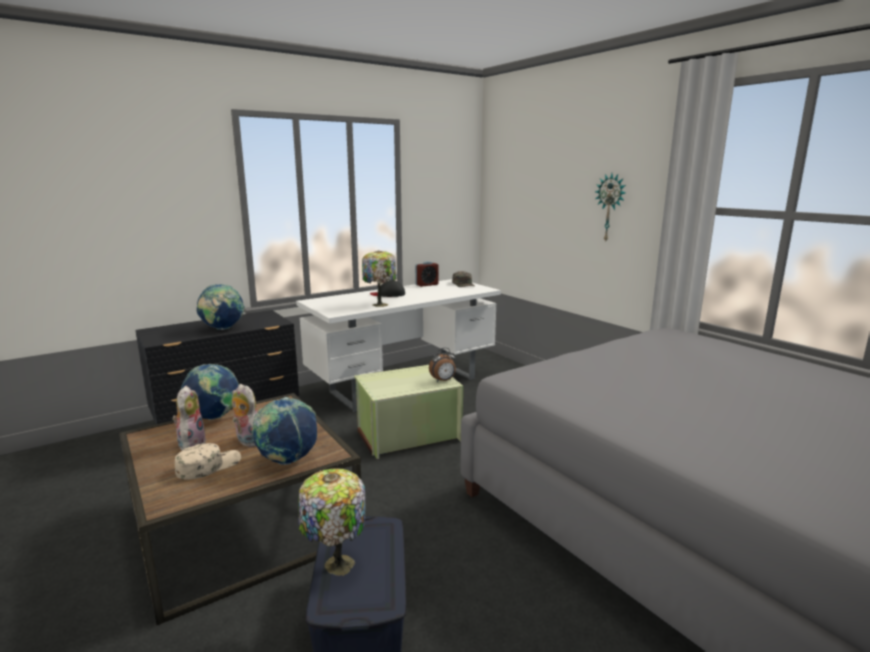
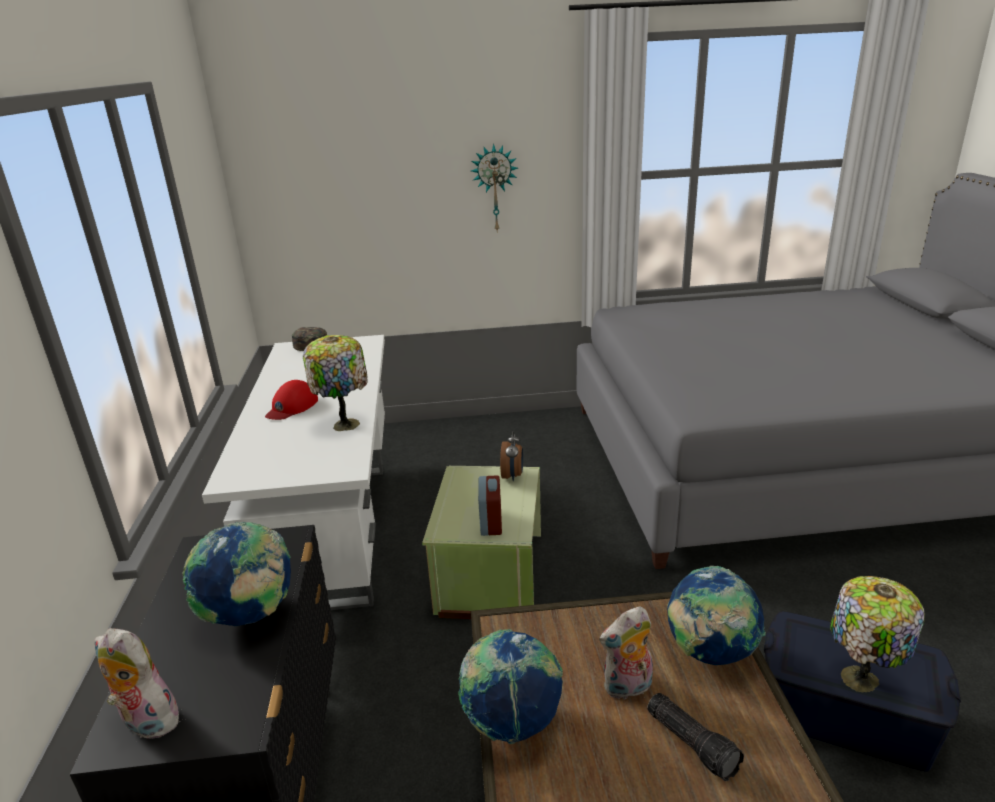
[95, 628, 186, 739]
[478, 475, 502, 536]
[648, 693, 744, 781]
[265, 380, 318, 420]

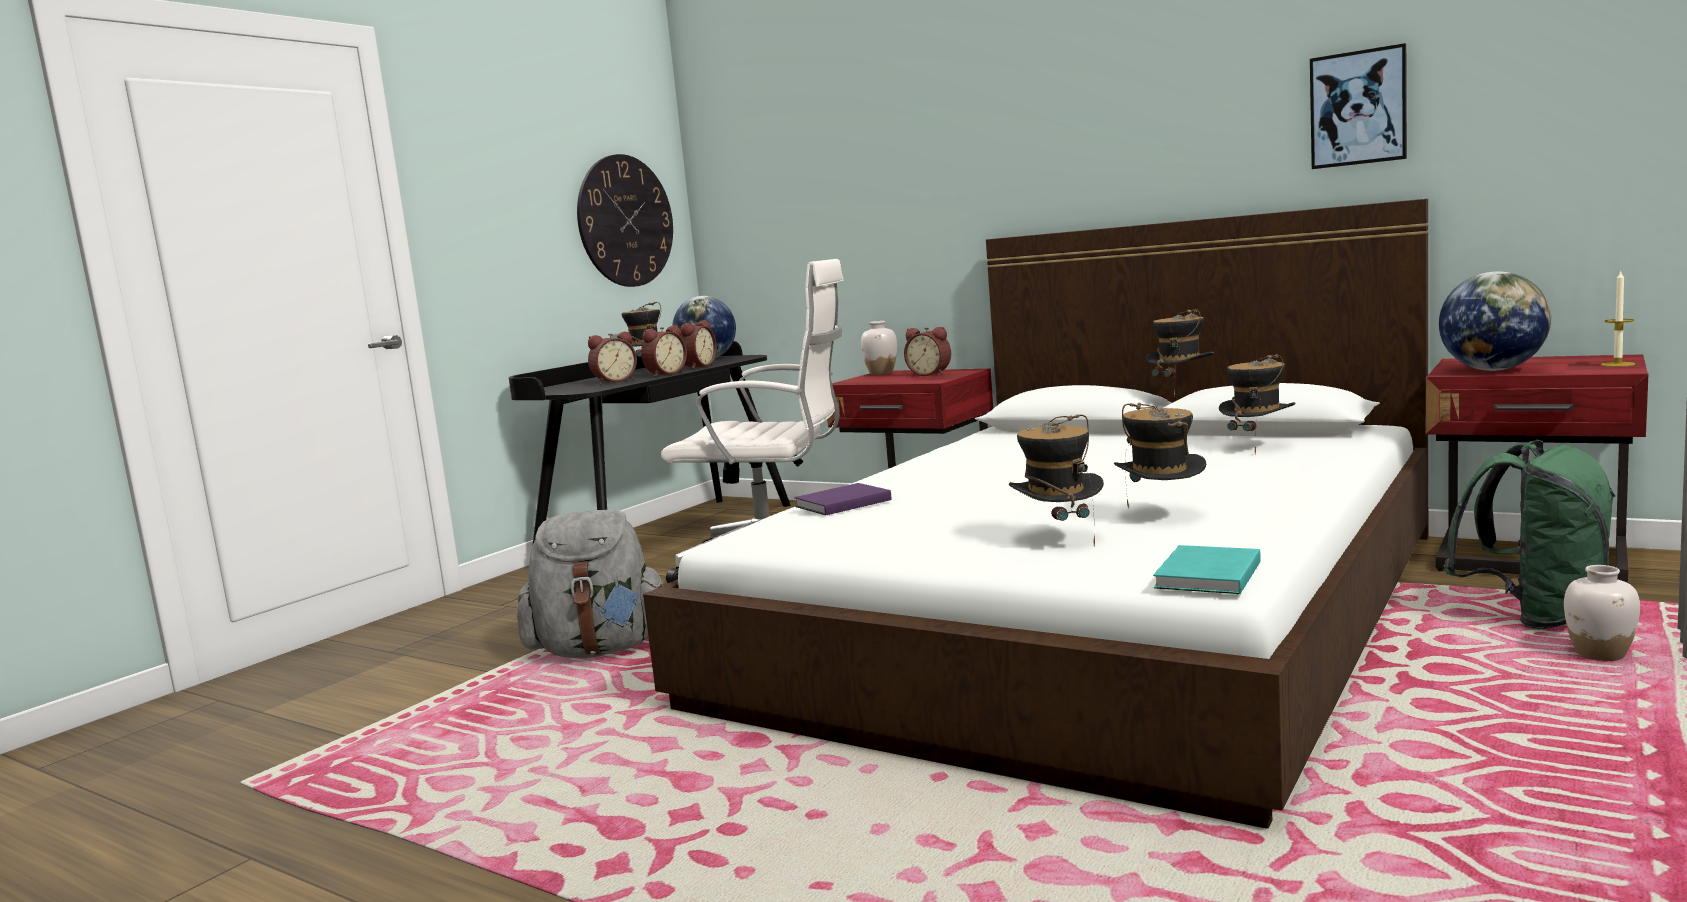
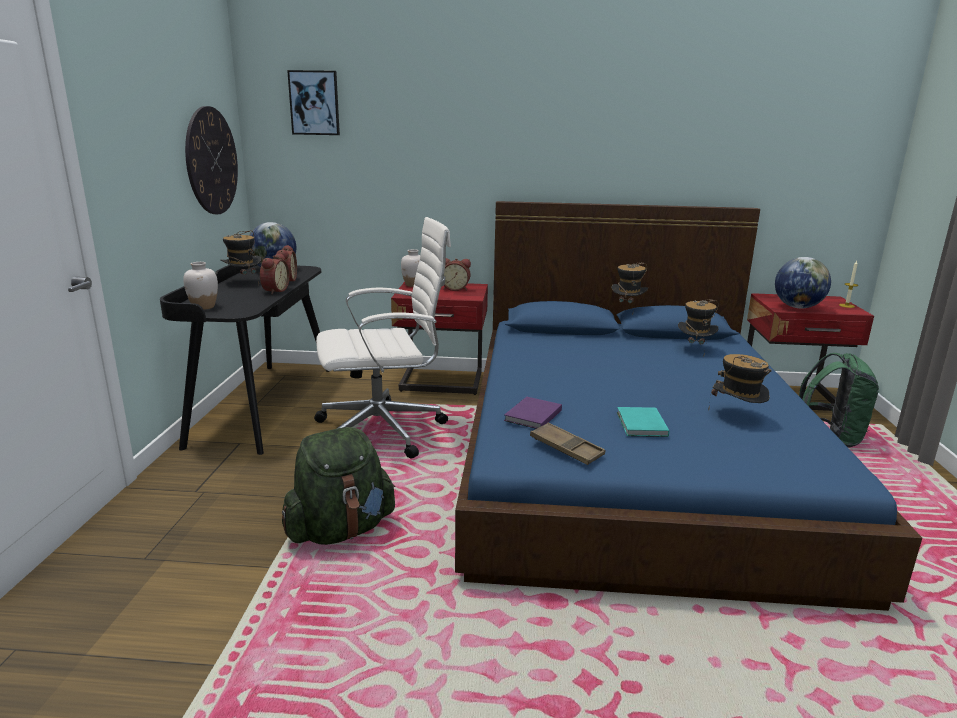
[588, 331, 637, 384] (first image)
[1009, 414, 1104, 547] (first image)
[530, 422, 605, 465]
[617, 407, 669, 437]
[287, 70, 340, 135]
[183, 262, 218, 310]
[282, 427, 395, 545]
[455, 201, 922, 611]

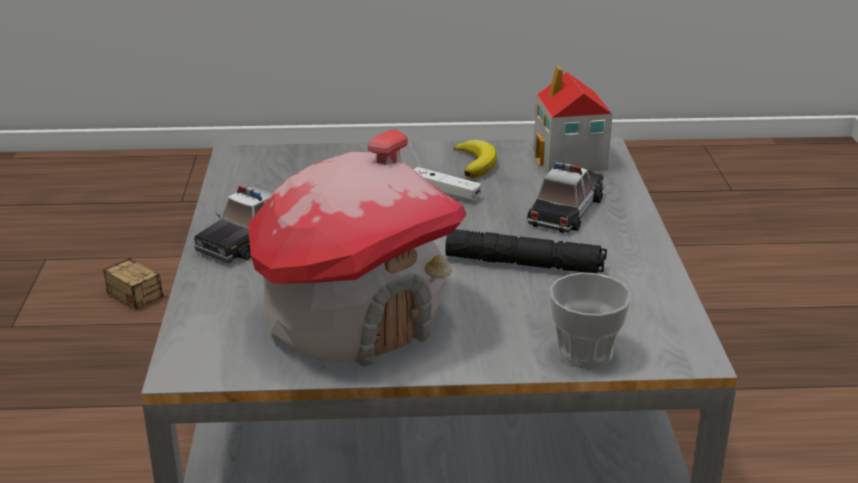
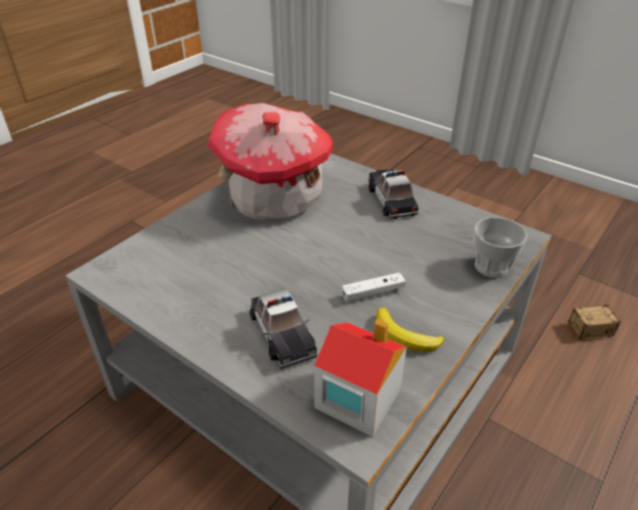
[445, 229, 607, 273] (first image)
[474, 217, 527, 278]

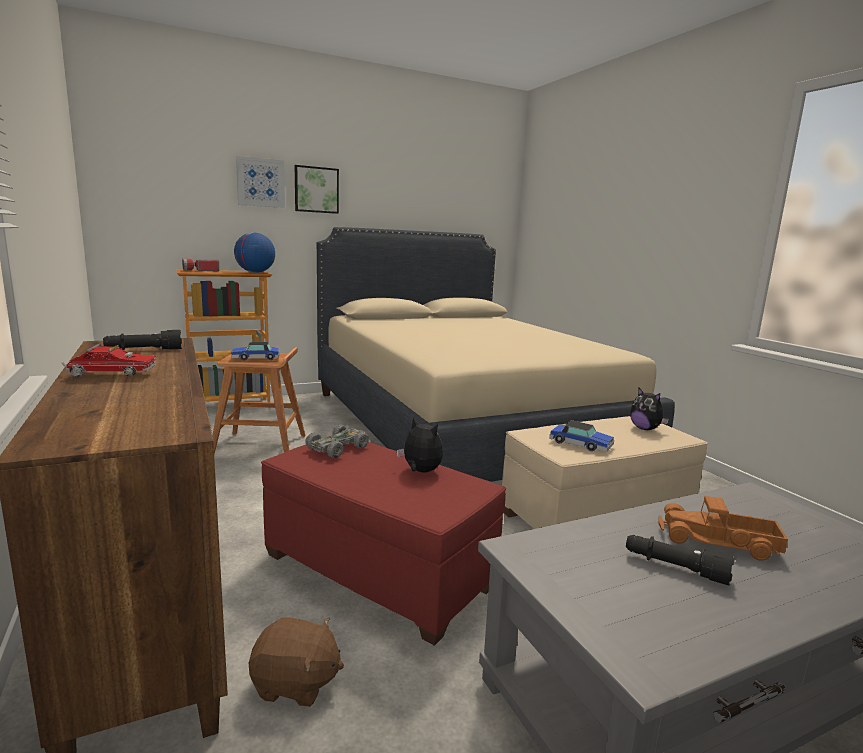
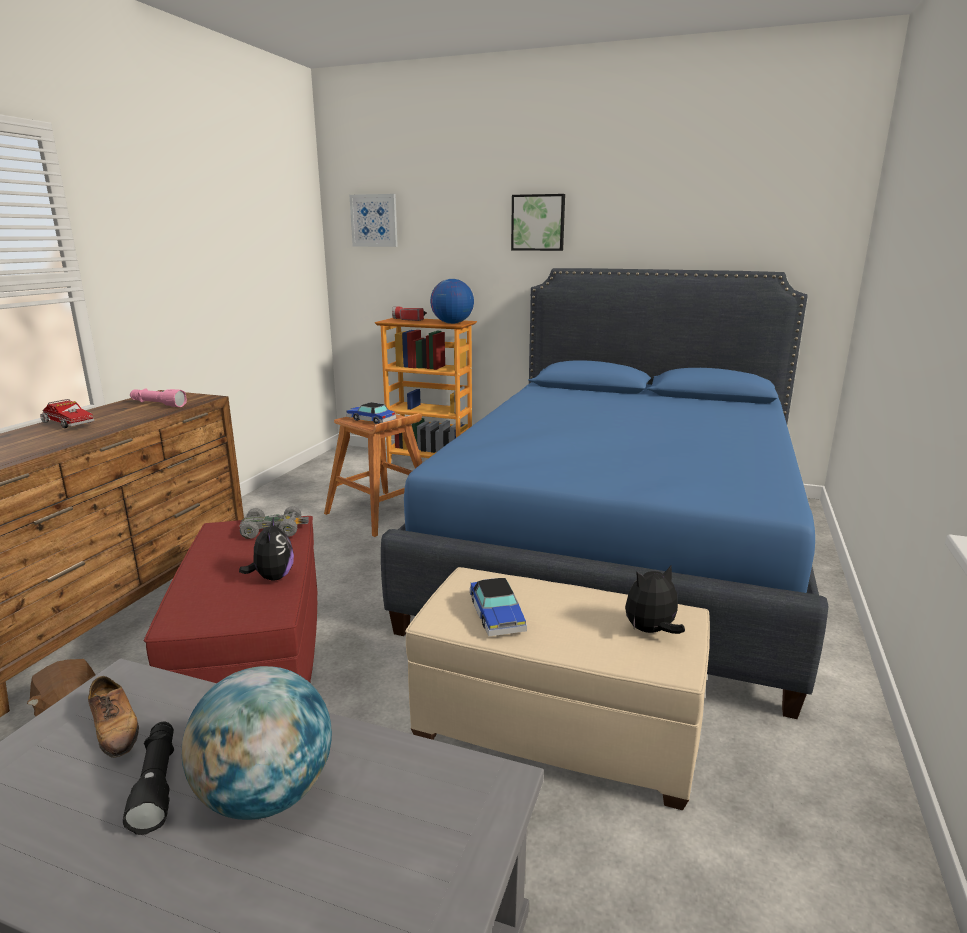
[88, 676, 139, 758]
[349, 194, 398, 247]
[181, 666, 332, 820]
[130, 388, 187, 407]
[381, 268, 829, 719]
[625, 566, 685, 634]

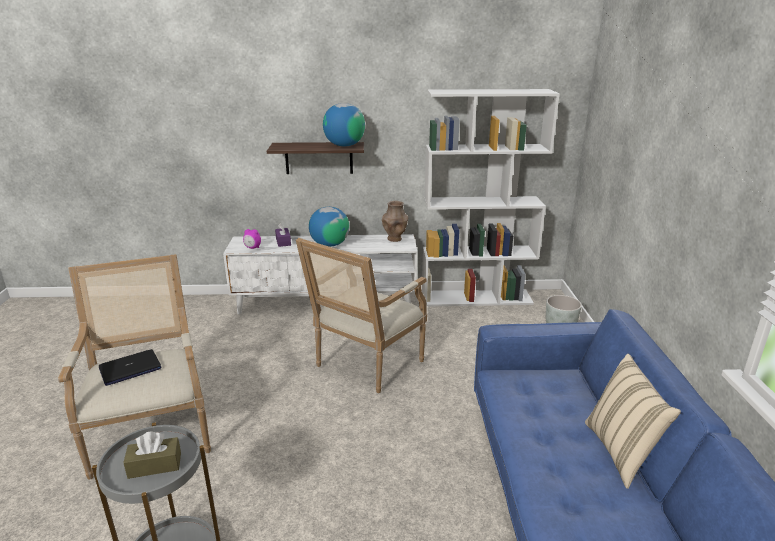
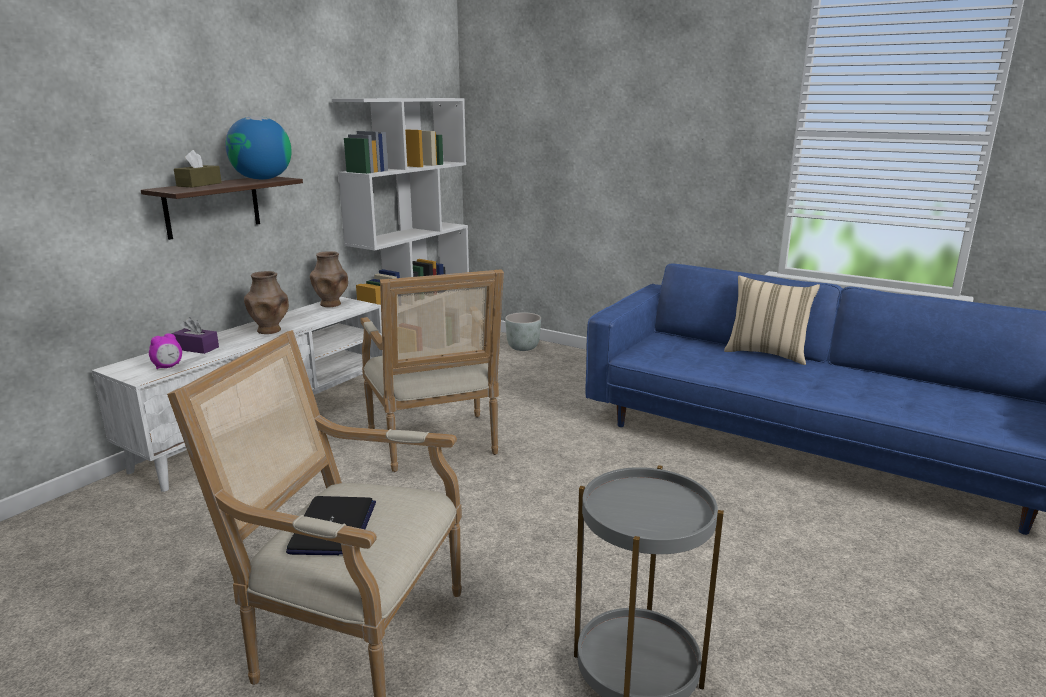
[174, 150, 222, 187]
[244, 271, 289, 334]

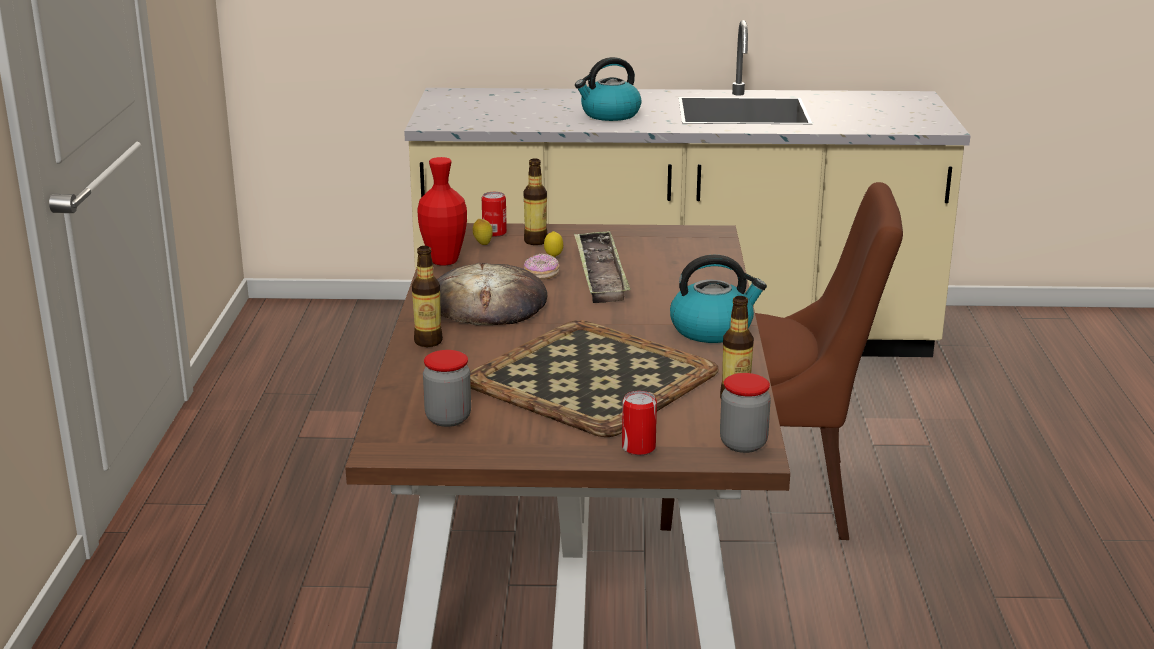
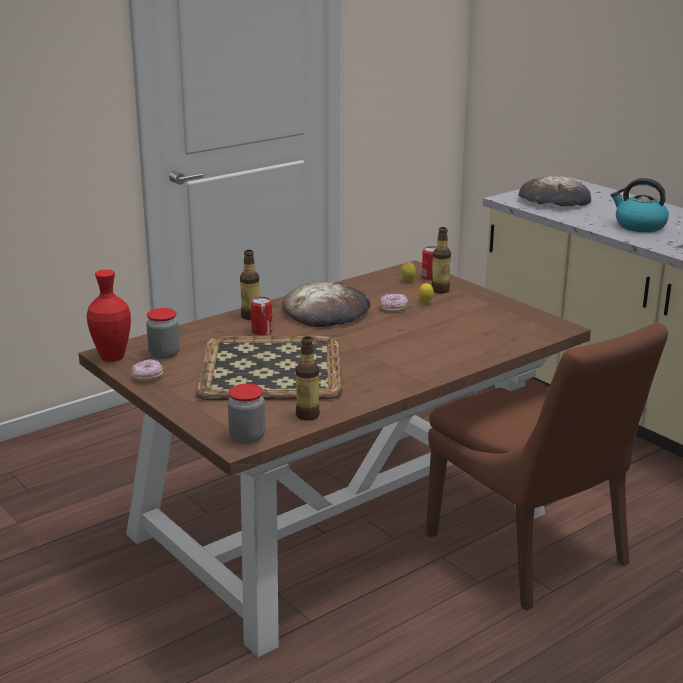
[574, 231, 631, 303] (first image)
[670, 255, 767, 343] (first image)
[132, 359, 163, 381]
[519, 176, 591, 206]
[87, 269, 131, 362]
[251, 297, 273, 336]

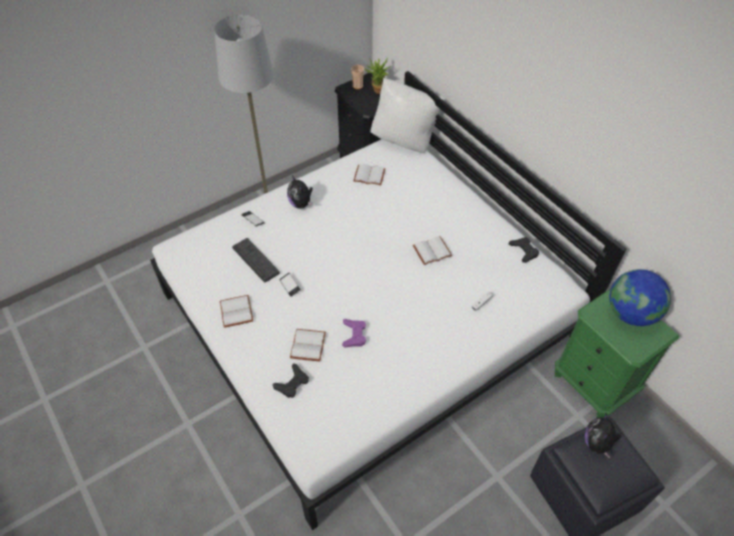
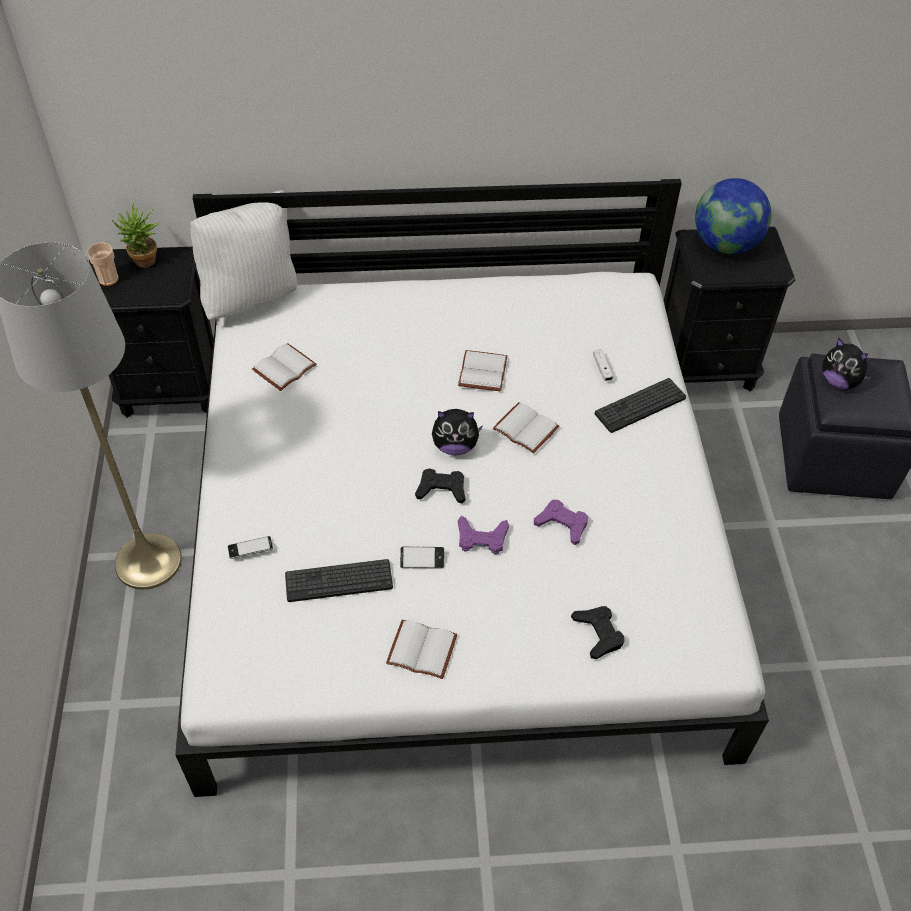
[458, 516, 509, 555]
[595, 378, 686, 433]
[432, 409, 483, 455]
[493, 402, 559, 454]
[415, 468, 465, 503]
[664, 227, 796, 391]

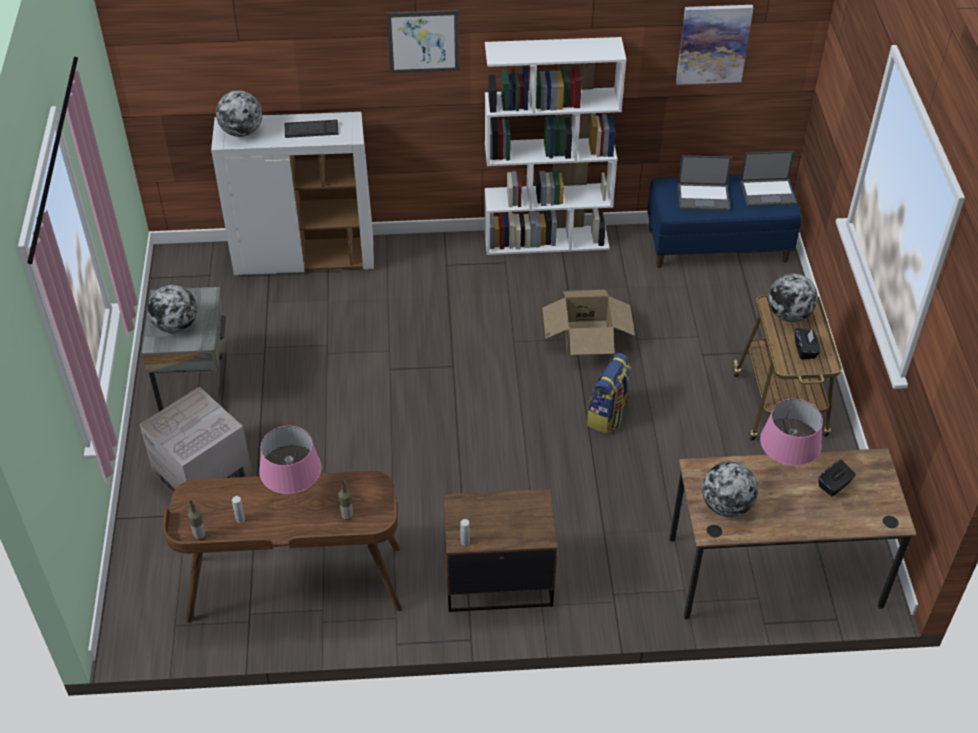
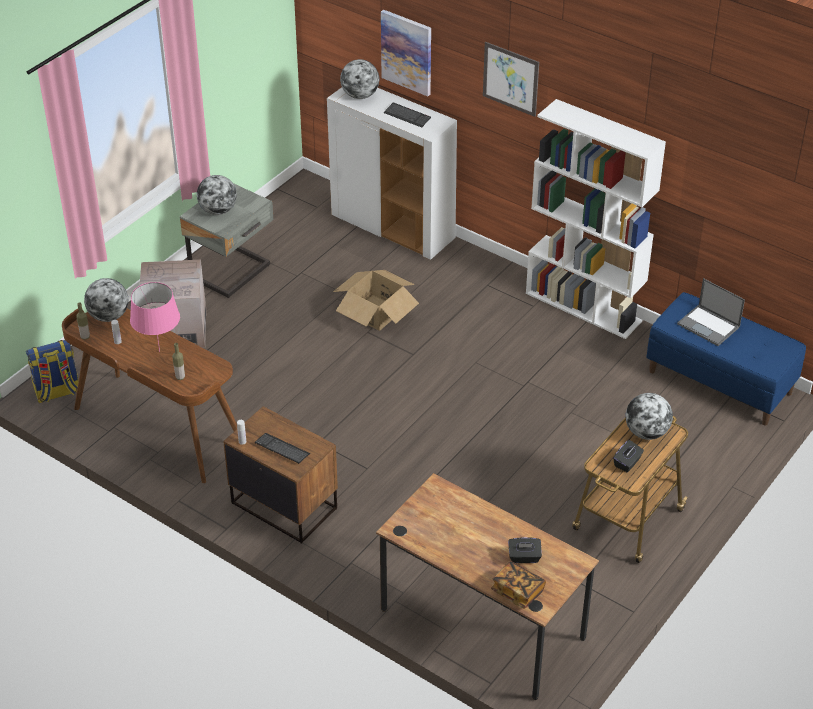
[740, 151, 797, 207] (first image)
[760, 399, 823, 476] (first image)
[255, 433, 310, 464]
[491, 561, 546, 609]
[333, 270, 419, 331]
[26, 340, 79, 403]
[381, 10, 431, 96]
[84, 278, 128, 322]

